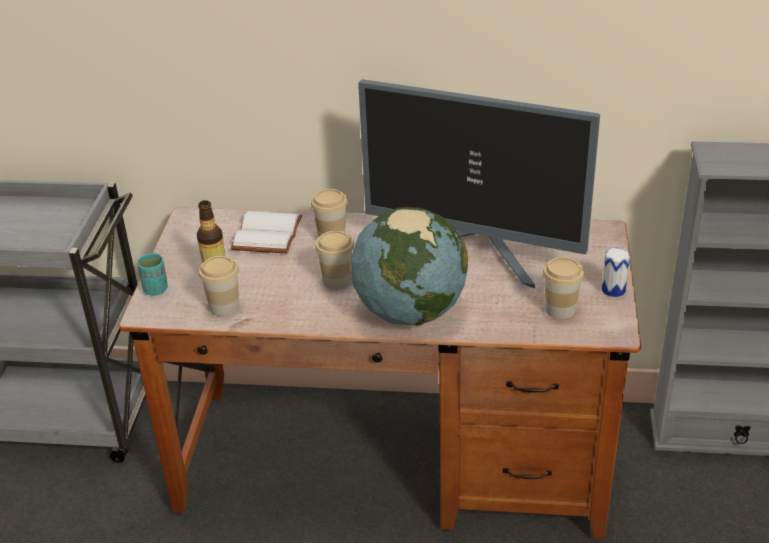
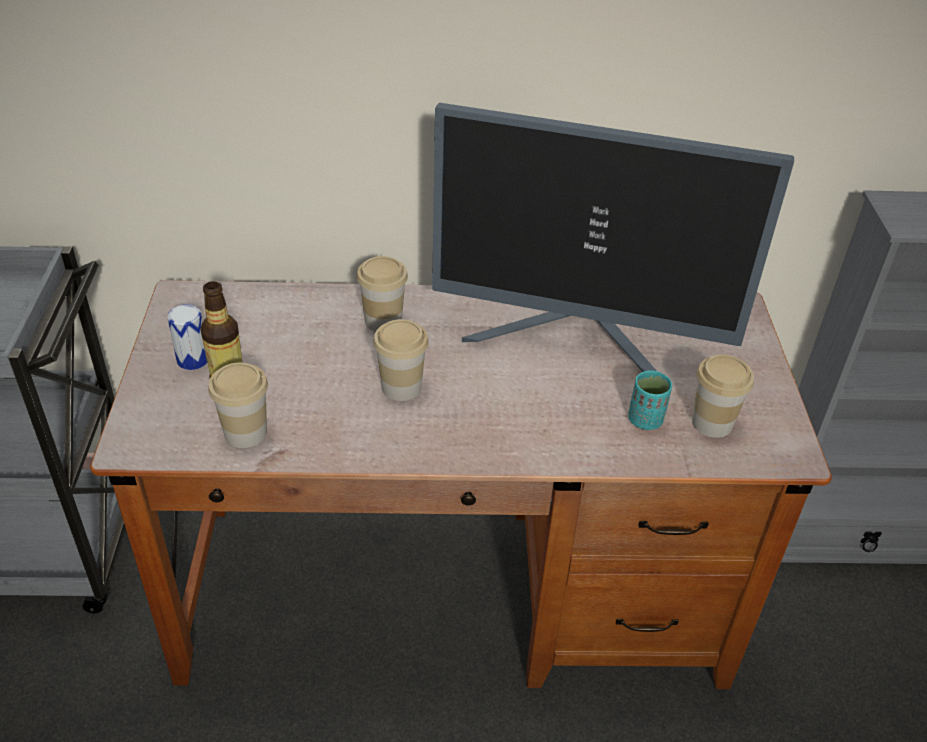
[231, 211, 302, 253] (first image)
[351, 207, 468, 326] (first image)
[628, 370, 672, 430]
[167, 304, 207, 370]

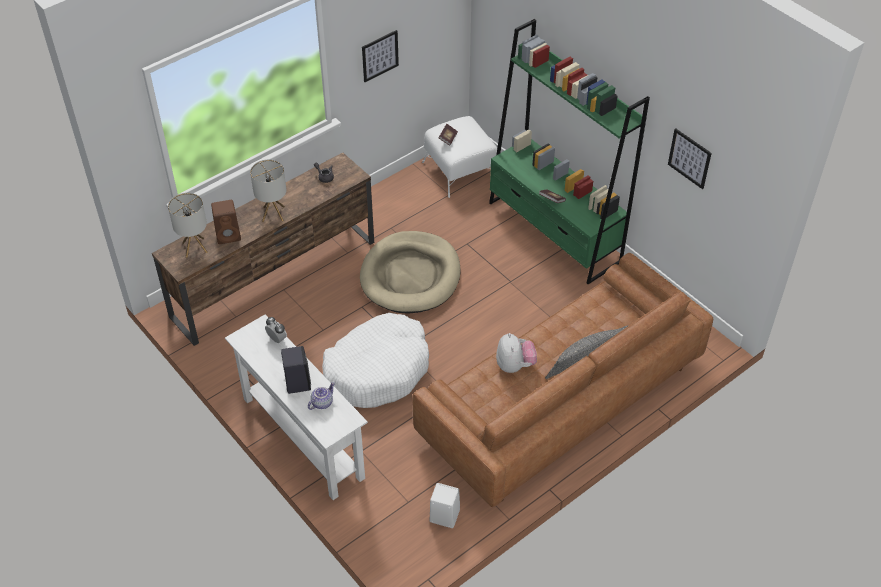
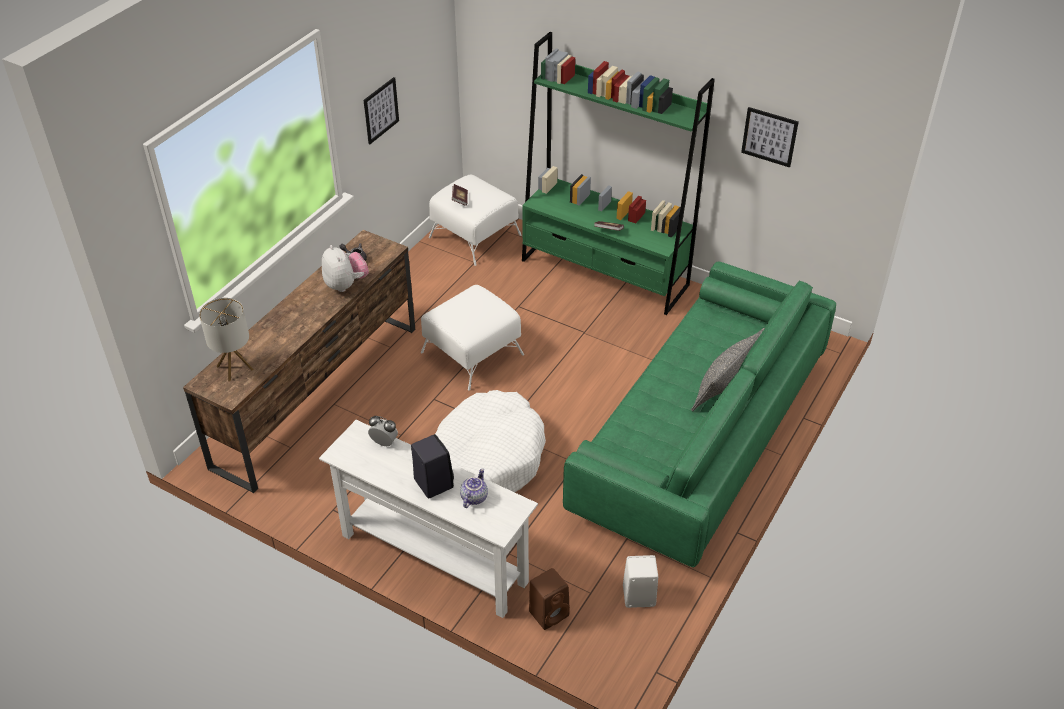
[250, 160, 286, 222] (first image)
[529, 568, 570, 630]
[322, 245, 369, 292]
[421, 285, 524, 391]
[563, 262, 836, 567]

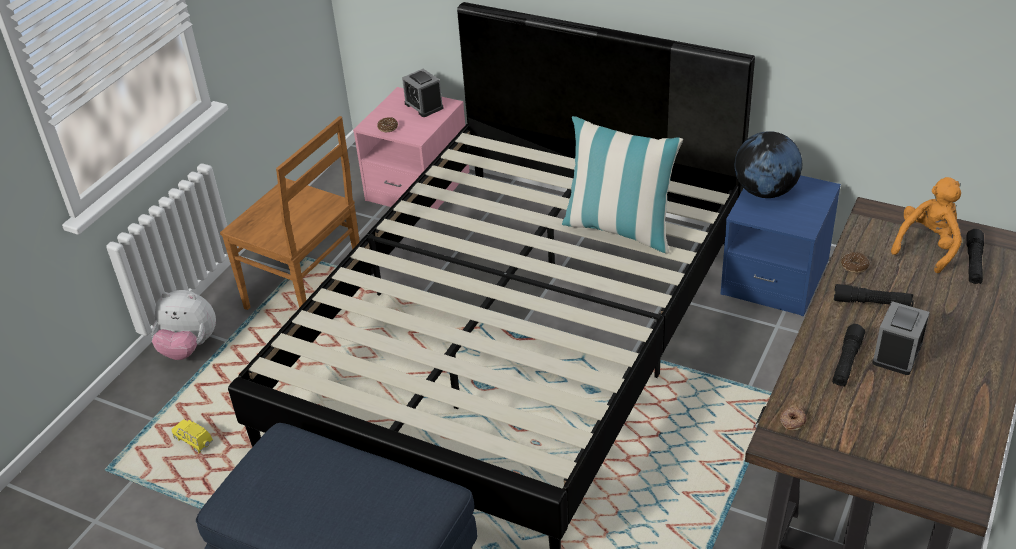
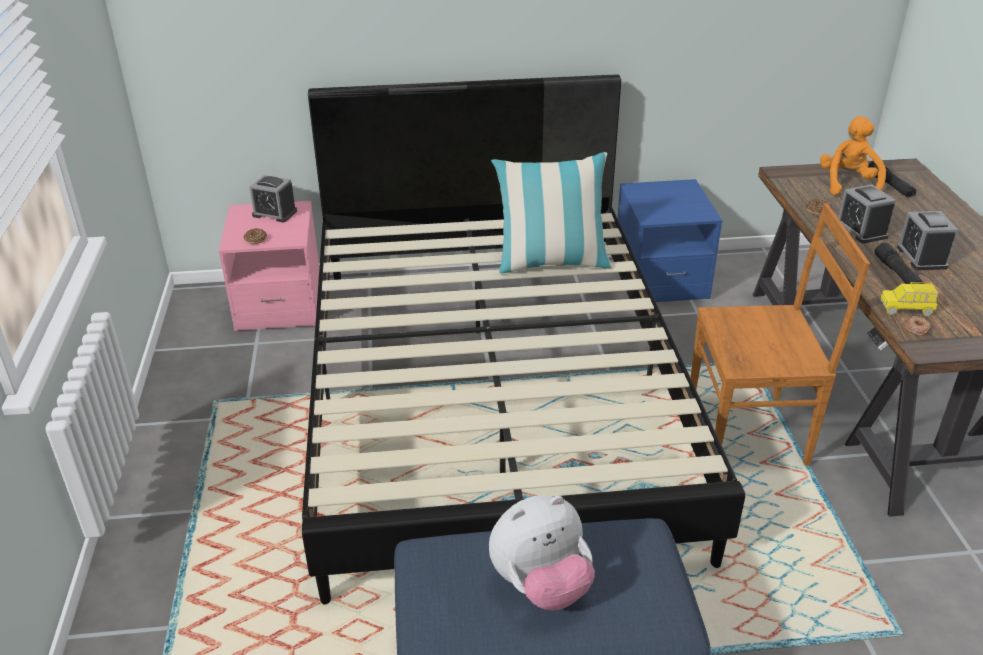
[735, 131, 802, 198] (first image)
[489, 495, 595, 610]
[880, 282, 939, 316]
[691, 203, 870, 465]
[839, 184, 896, 243]

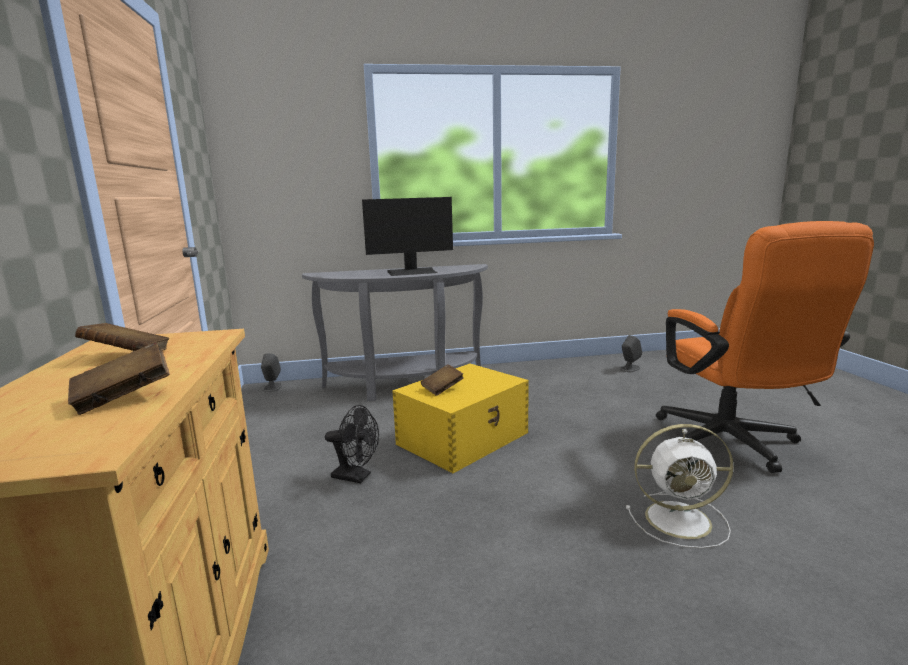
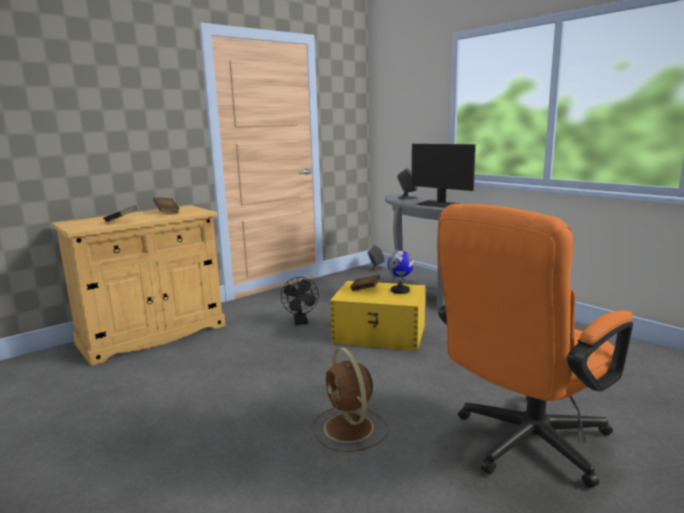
[388, 249, 414, 294]
[397, 168, 418, 200]
[313, 348, 389, 452]

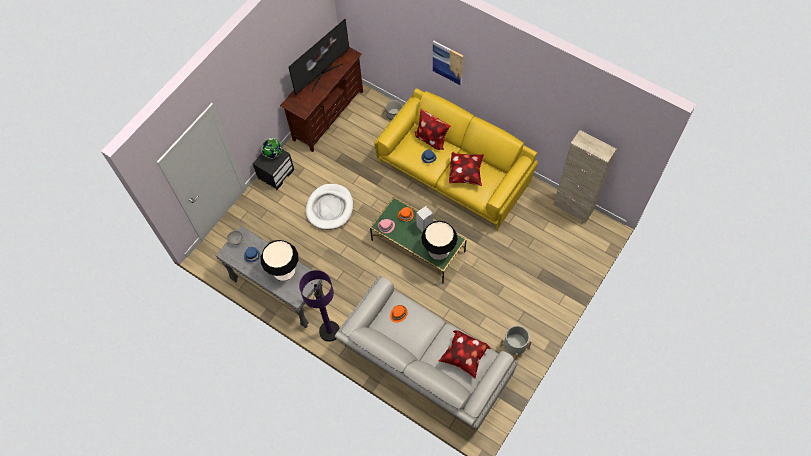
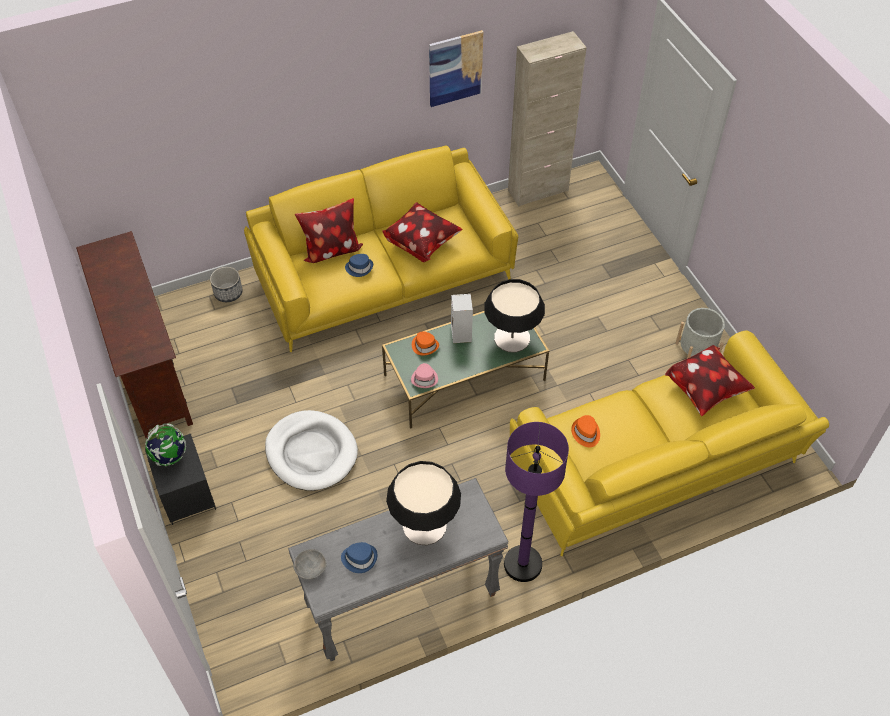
[288, 19, 349, 95] (first image)
[429, 30, 483, 107]
[510, 330, 829, 556]

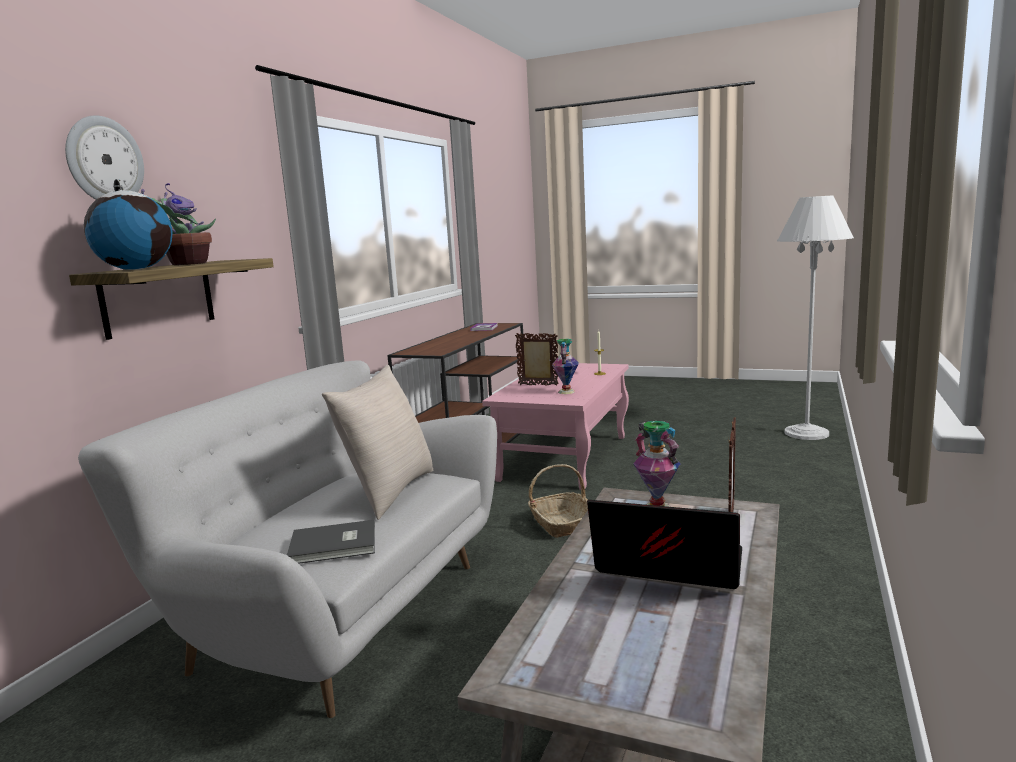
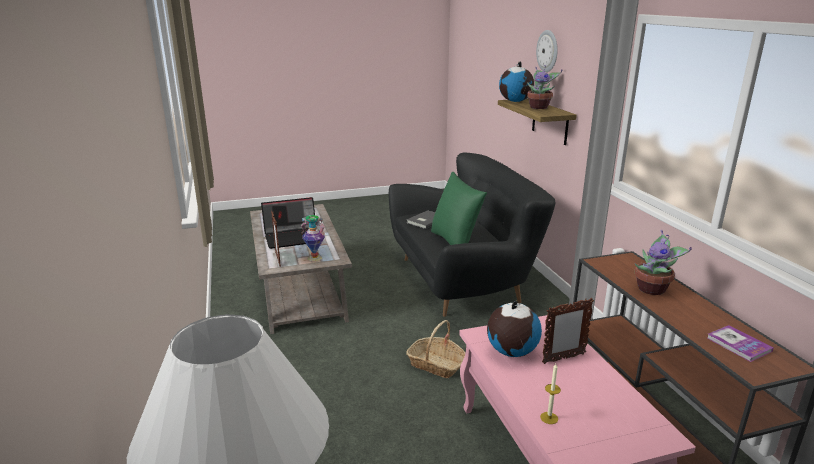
[635, 230, 692, 295]
[487, 300, 542, 357]
[389, 153, 555, 317]
[431, 172, 487, 245]

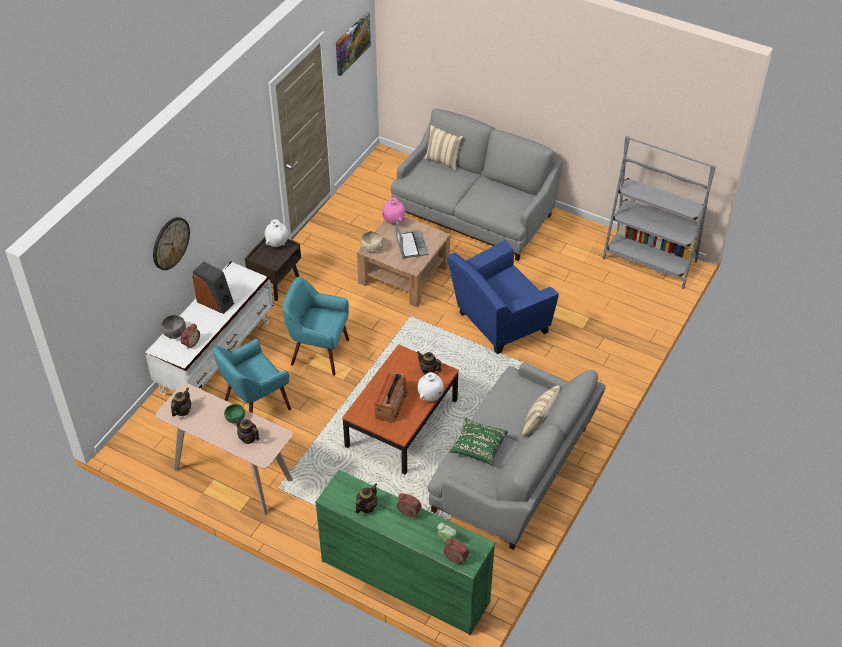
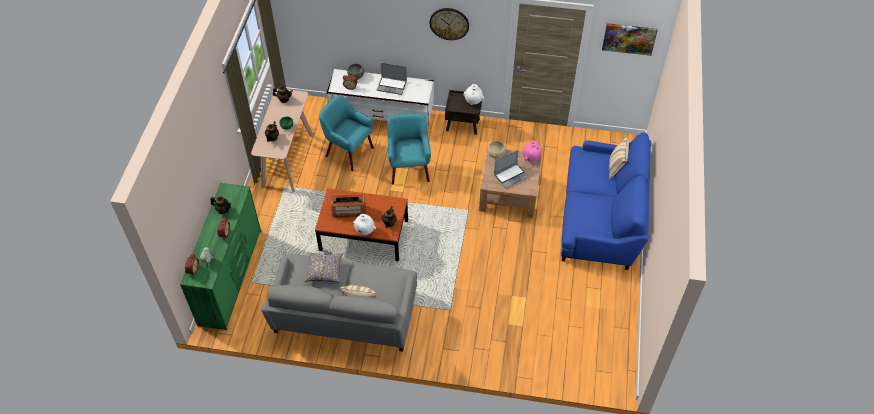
[447, 240, 559, 354] (first image)
[603, 136, 716, 289] (first image)
[430, 8, 469, 40]
[377, 62, 407, 95]
[561, 132, 651, 270]
[305, 252, 343, 283]

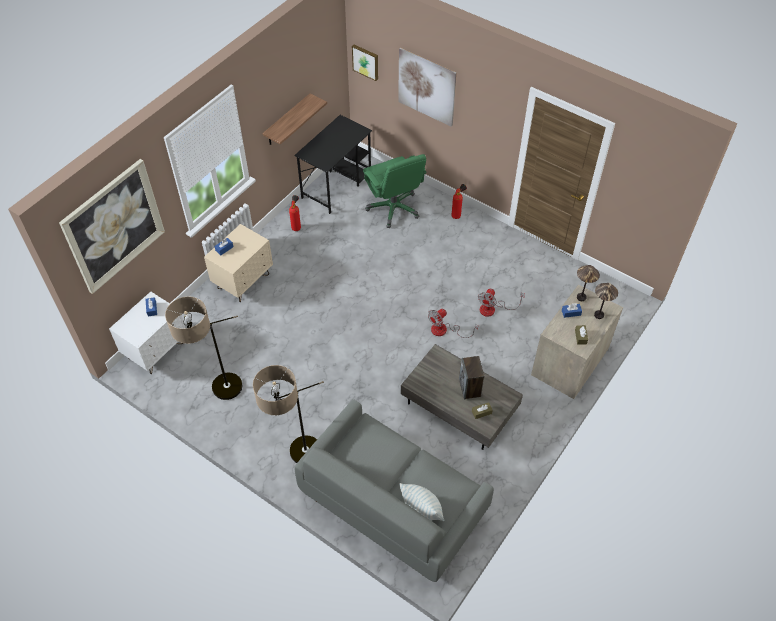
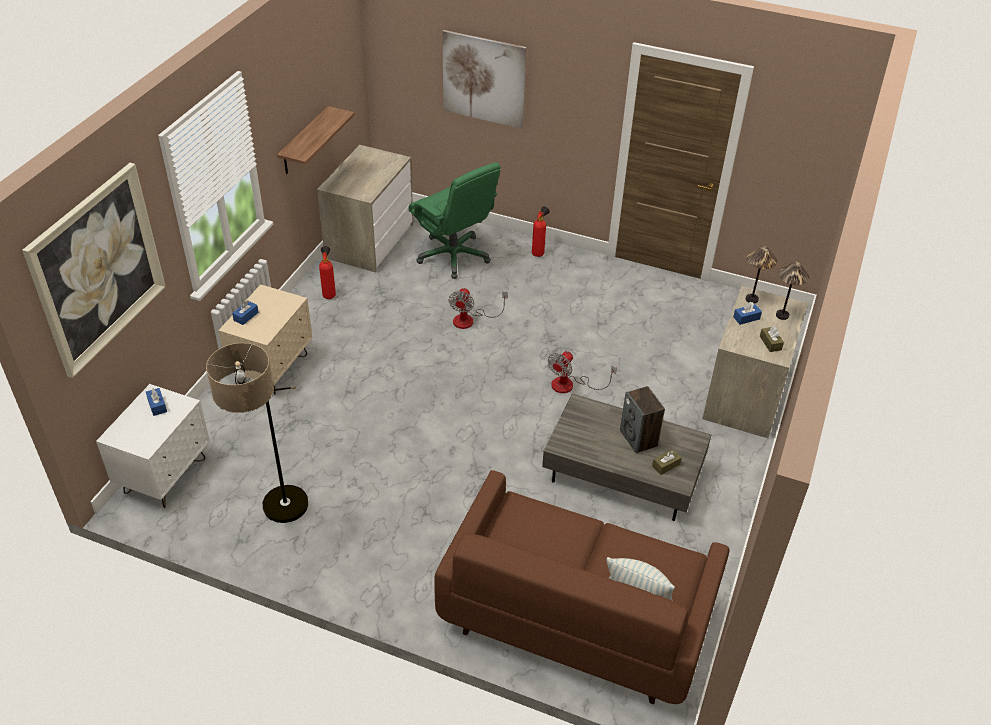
[253, 365, 324, 463] (first image)
[352, 45, 378, 81] (first image)
[448, 288, 508, 329]
[317, 145, 413, 272]
[434, 470, 730, 704]

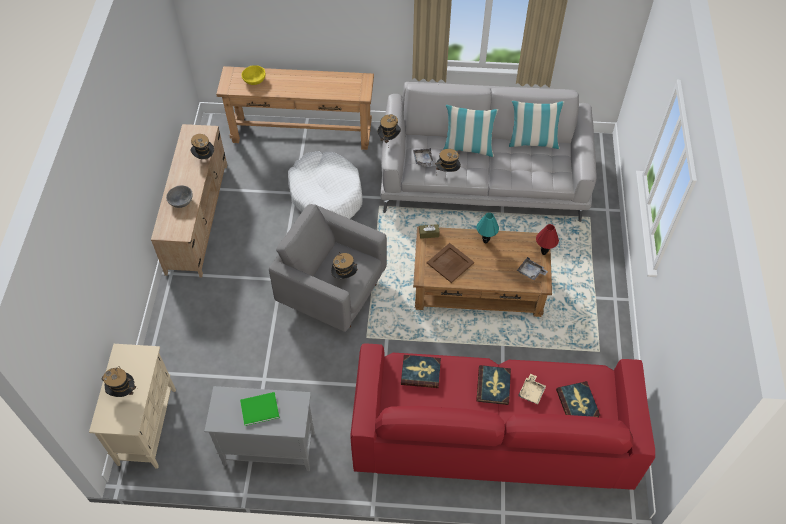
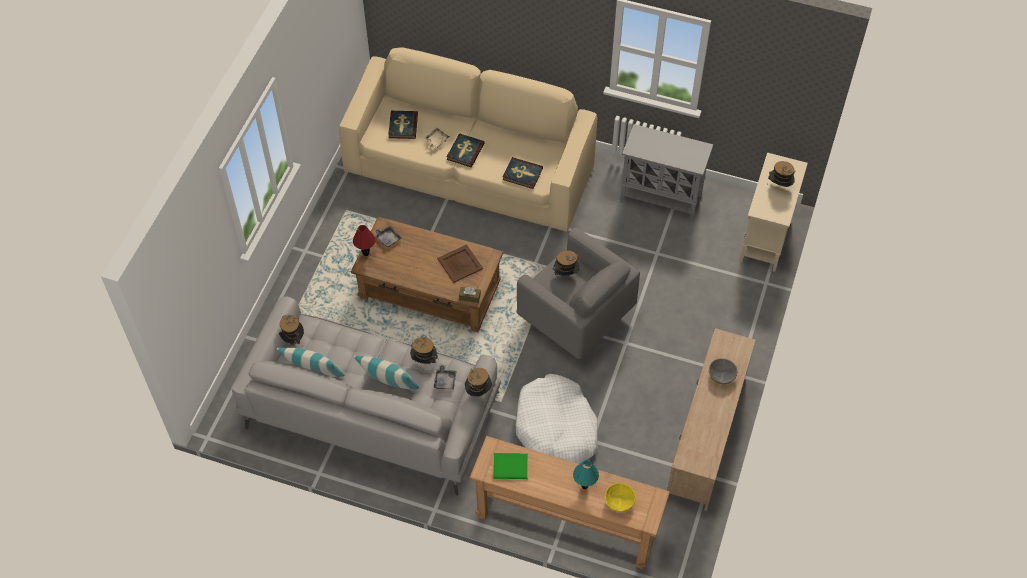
[279, 315, 304, 346]
[493, 453, 528, 479]
[573, 460, 599, 489]
[339, 47, 597, 232]

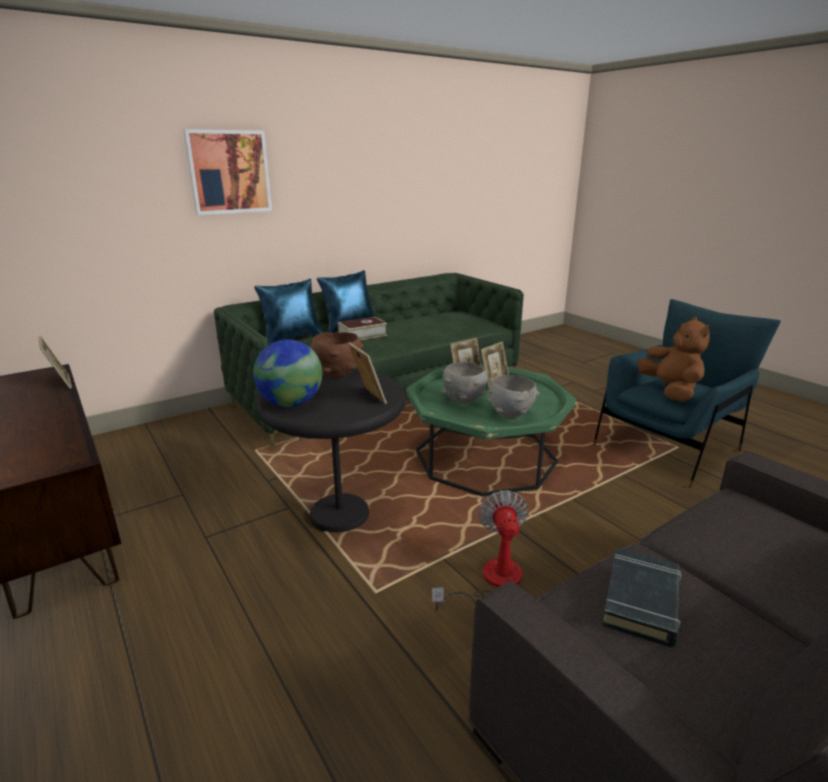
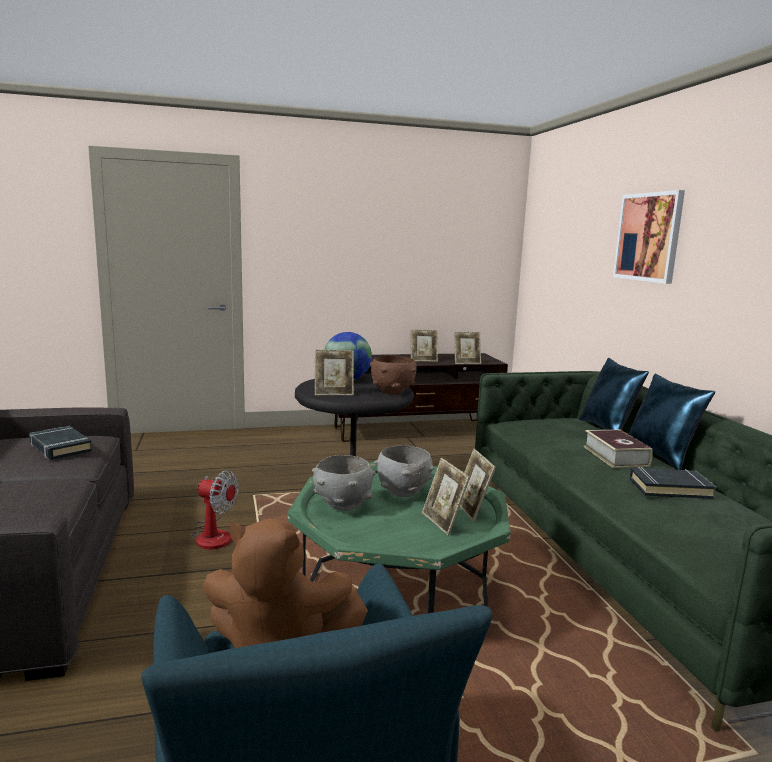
[411, 329, 438, 362]
[630, 467, 716, 499]

